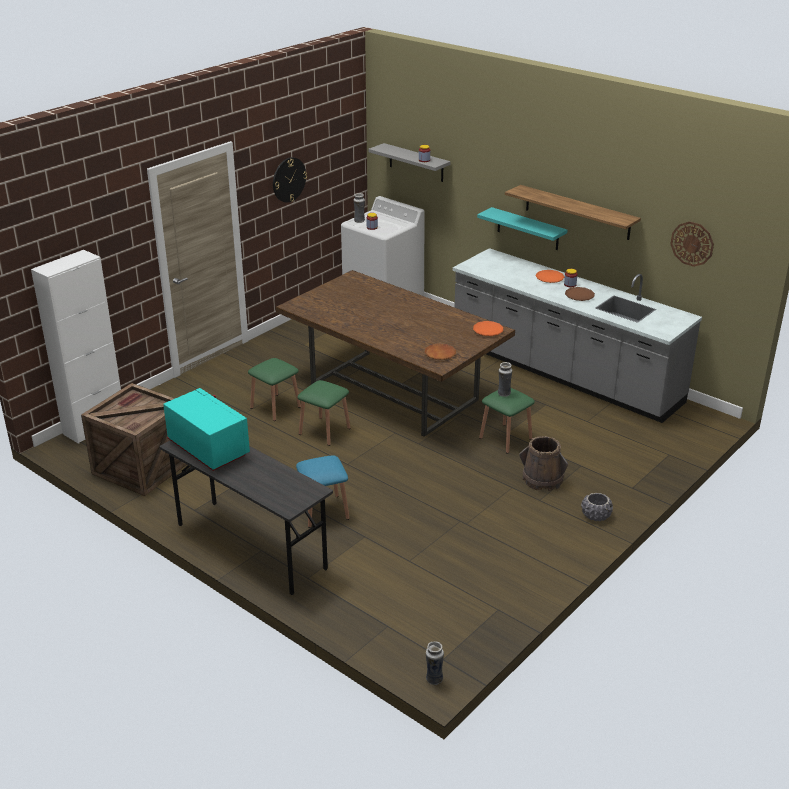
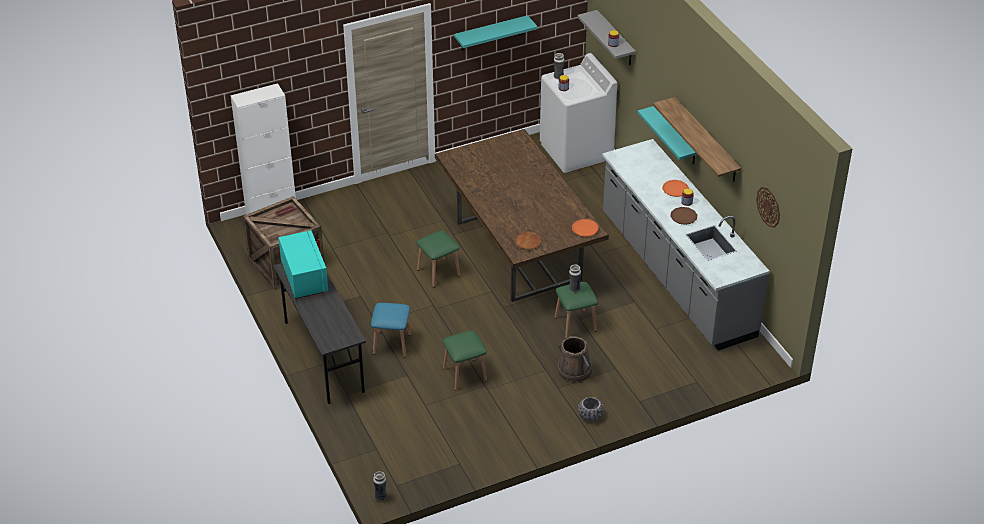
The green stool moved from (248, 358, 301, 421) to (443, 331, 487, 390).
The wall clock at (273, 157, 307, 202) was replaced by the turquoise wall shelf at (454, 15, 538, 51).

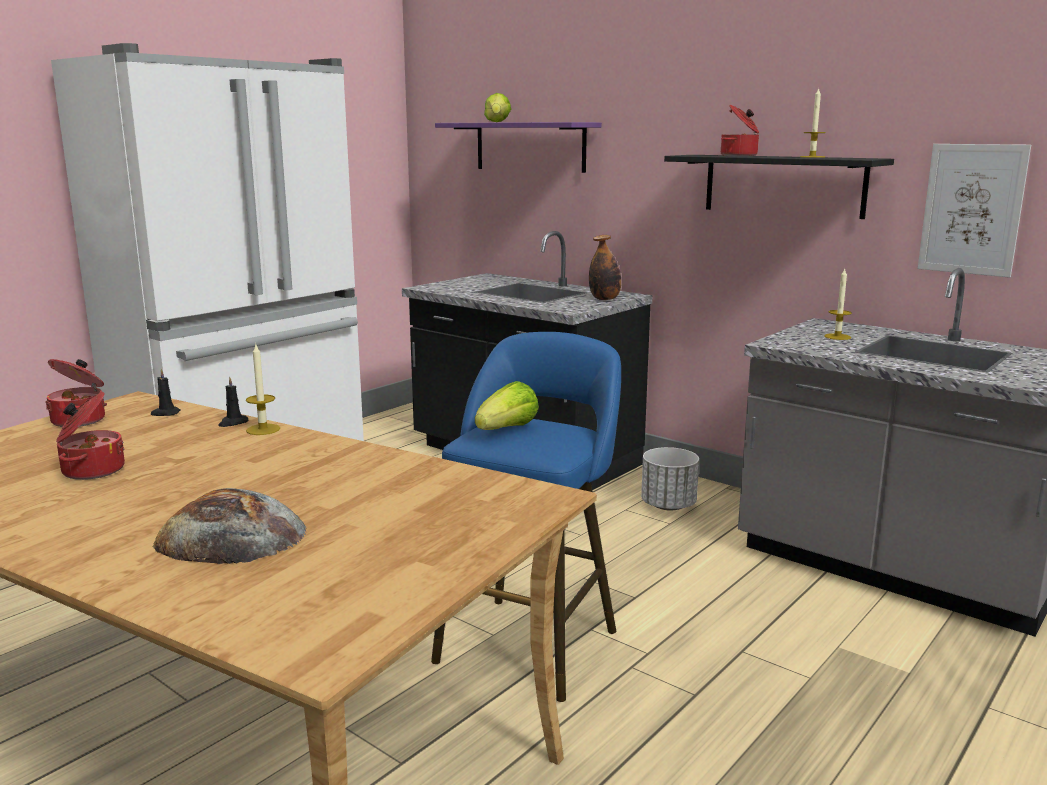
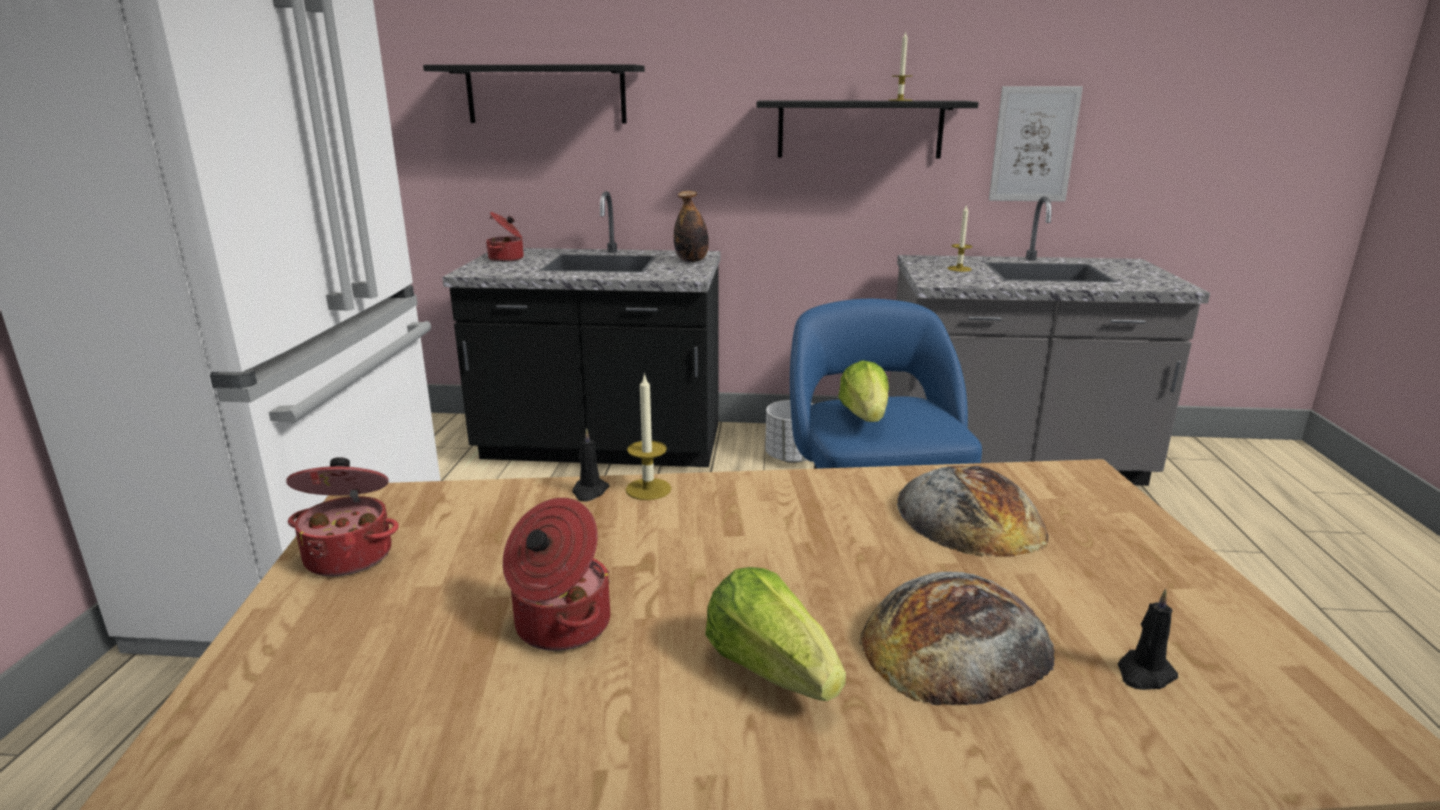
The purple wall shelf at (435, 122, 602, 173) became the black wall shelf at (423, 64, 645, 124).
The stockpot moved from (721, 105, 759, 156) to (486, 212, 524, 262).
The lettuce head moved from (484, 93, 511, 122) to (705, 567, 846, 701).
The baked bread at (897, 466, 1049, 557) appeared.
The black candle moved from (151, 369, 181, 416) to (1118, 589, 1178, 690).

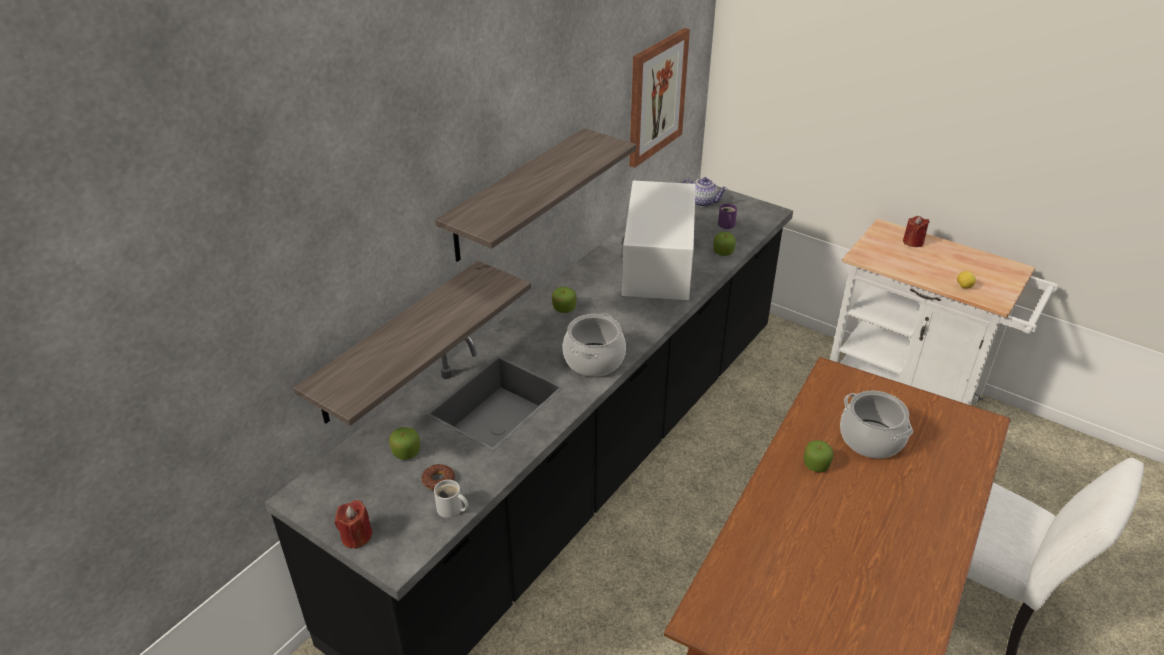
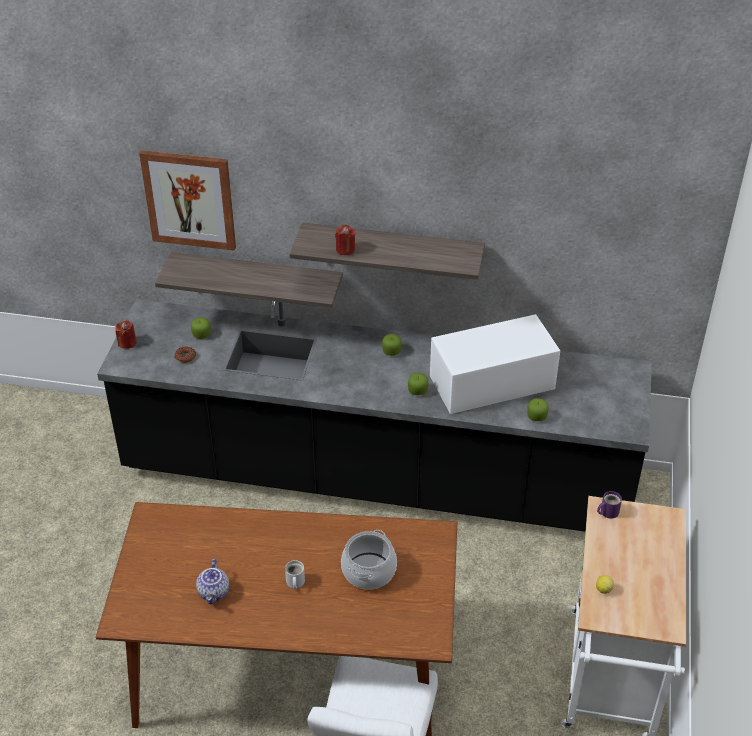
The wall picture moved from (629, 28, 690, 168) to (140, 150, 236, 251).
The pot for tea moved from (682, 177, 728, 207) to (196, 559, 229, 604).
The white-coloured tea mug moved from (434, 480, 468, 518) to (285, 560, 305, 590).
The red-coloured candle moved from (903, 216, 930, 247) to (335, 224, 355, 255).
The apple fruit moved from (804, 440, 833, 472) to (408, 373, 429, 395).
The purple tea mug moved from (718, 204, 737, 229) to (597, 491, 622, 519).
The stockpot at (562, 313, 626, 377) disappeared.

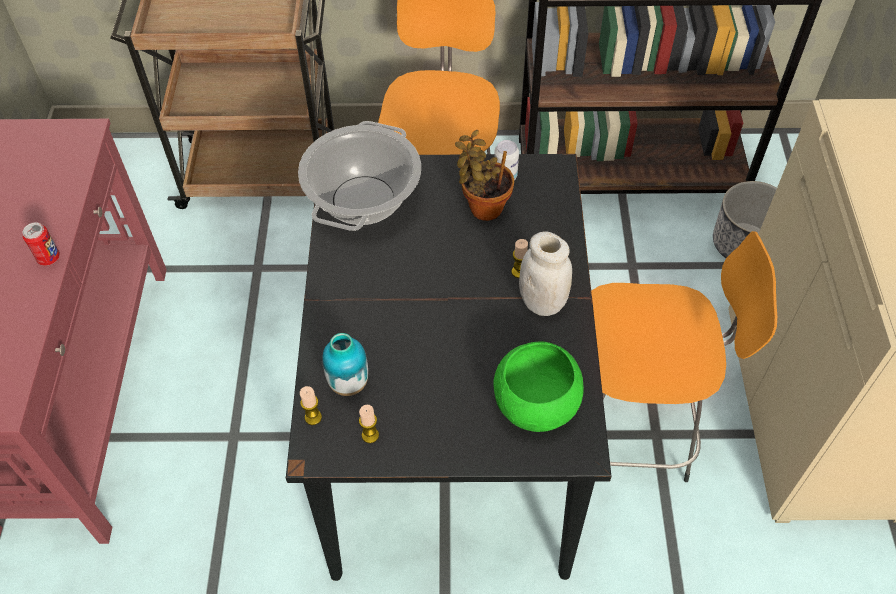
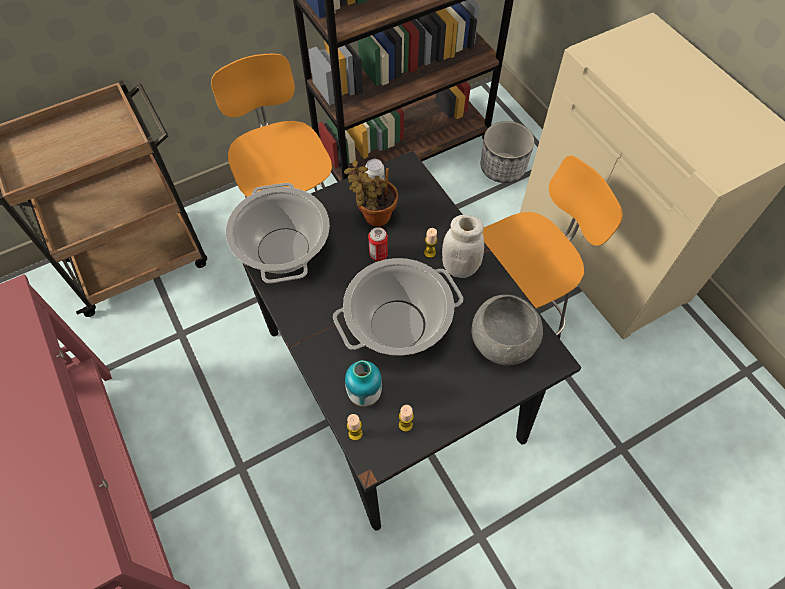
The stockpot at (333, 258, 463, 356) appeared.
The sealed can moved from (22, 222, 60, 266) to (368, 227, 388, 261).
The green deep dish at (494, 342, 584, 432) became the gray deep dish at (471, 295, 543, 365).

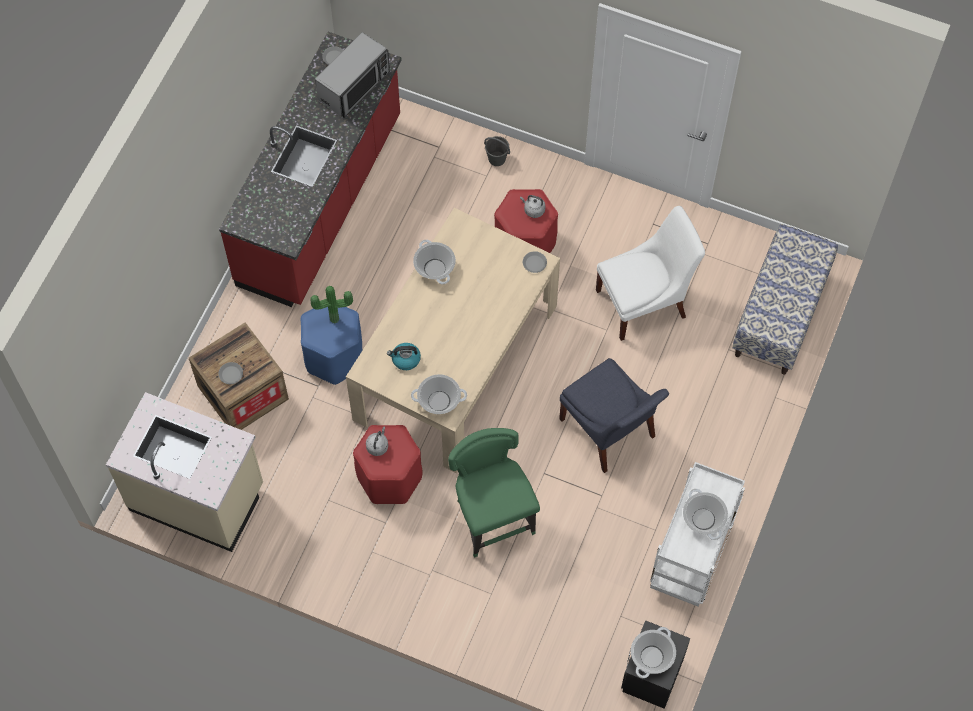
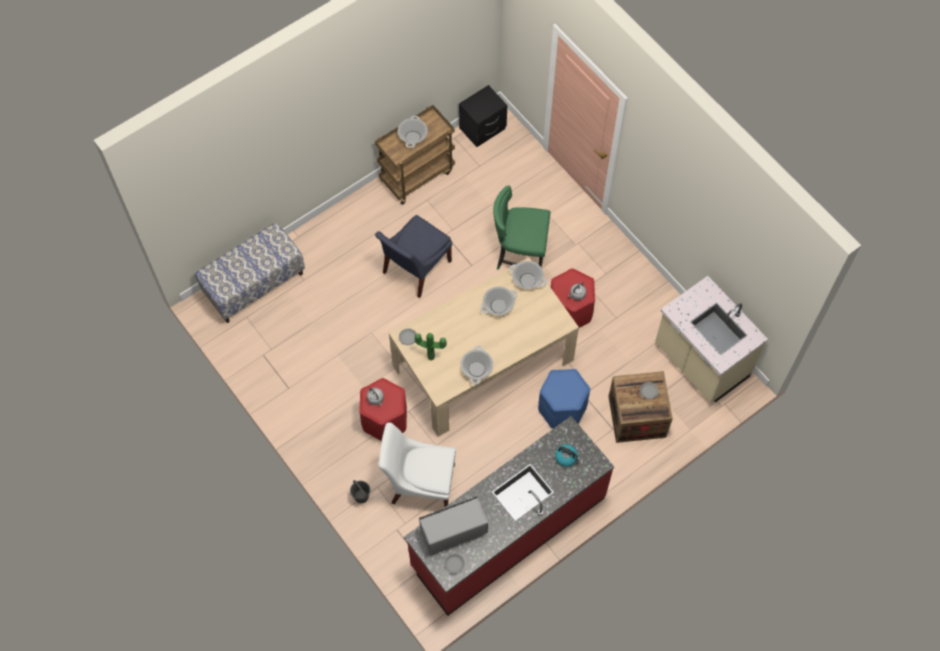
The white-coloured trolley at (650, 462, 745, 607) became the brown-coloured trolley at (375, 105, 455, 205).
The blue chair at (559, 358, 669, 473) turned 135 degrees counterclockwise.
The white-coloured chair moved from (596, 206, 705, 341) to (379, 423, 456, 507).
The potted plant moved from (310, 286, 353, 323) to (415, 333, 447, 361).
The stockpot moved from (631, 627, 676, 678) to (480, 286, 517, 315).
The green chair at (448, 428, 540, 558) turned 90 degrees clockwise.
The water kettle moved from (387, 343, 421, 370) to (555, 444, 581, 467).

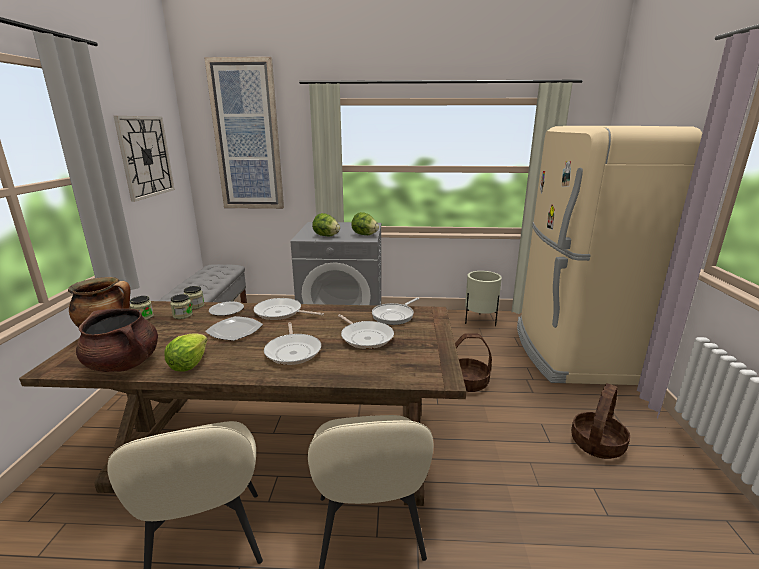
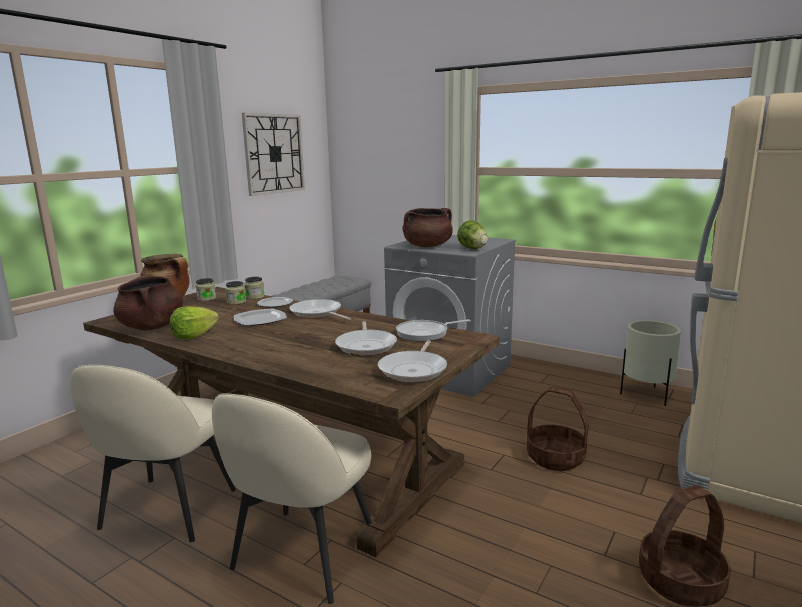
The pan moved from (264, 322, 321, 365) to (378, 340, 447, 382).
The lettuce head at (312, 213, 340, 236) was replaced by the brown-coloured stockpot at (403, 208, 453, 247).
The wall picture at (204, 57, 284, 209) disappeared.

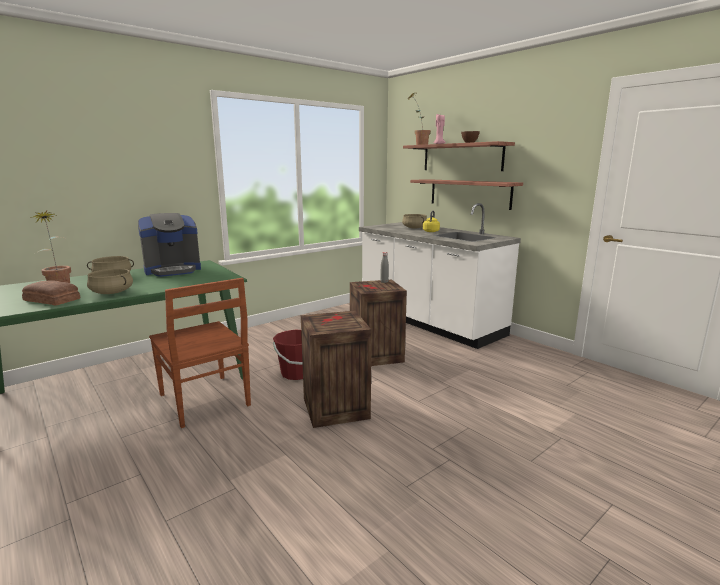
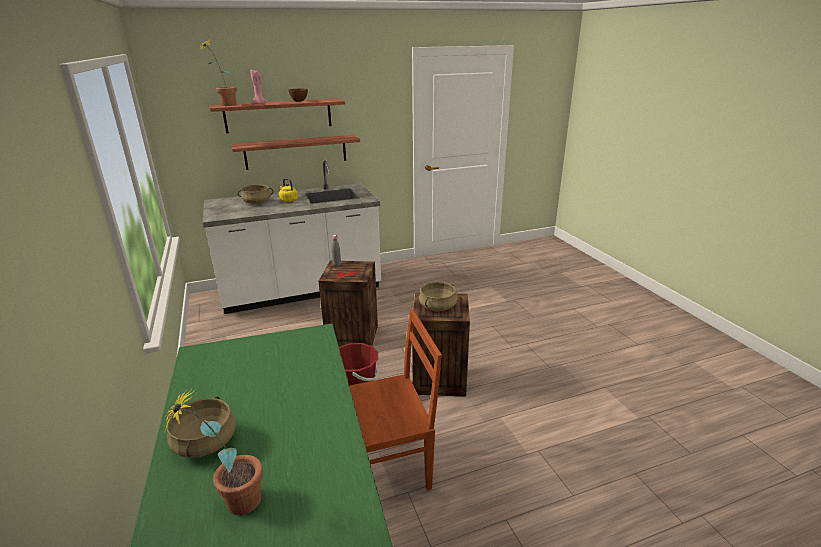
The beige stockpot moved from (87, 269, 133, 294) to (419, 282, 458, 311).
The baked bread at (22, 280, 80, 305) disappeared.
The coffee brewer at (138, 213, 201, 277) disappeared.

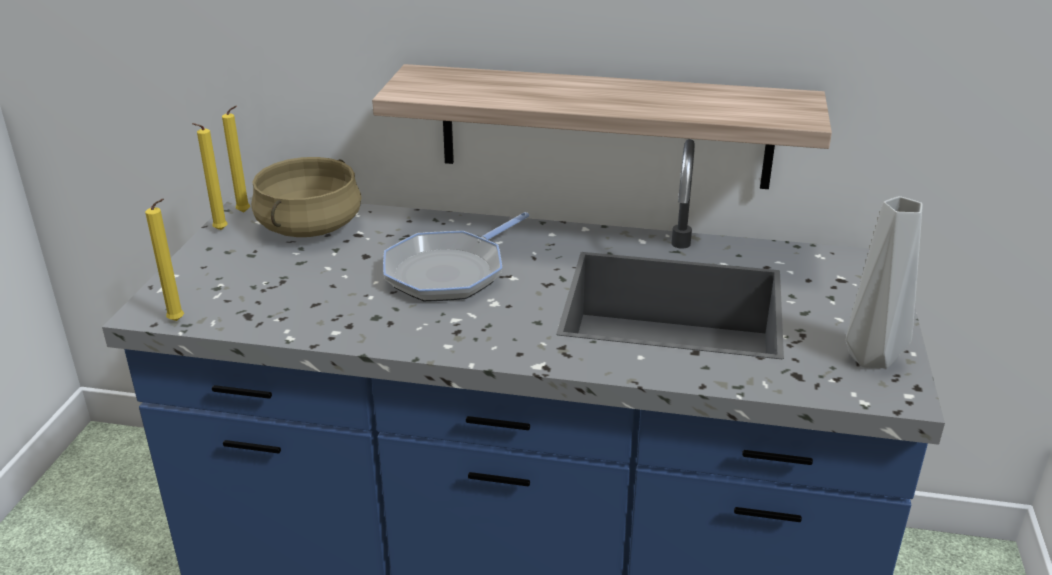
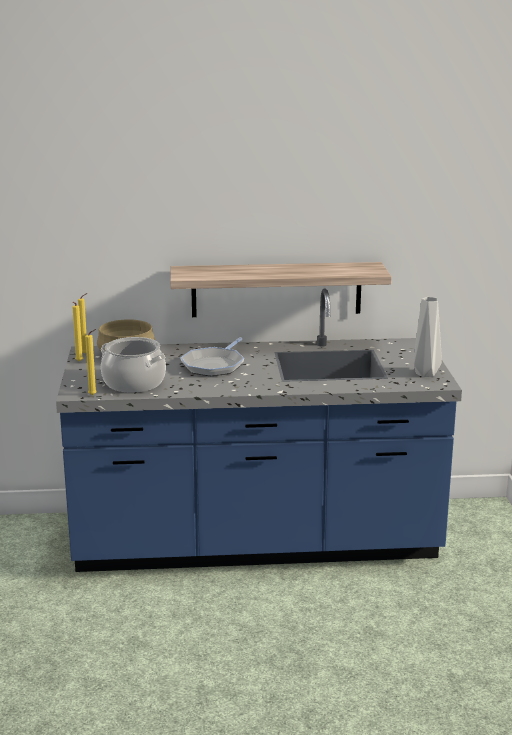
The stockpot at (101, 337, 166, 392) appeared.

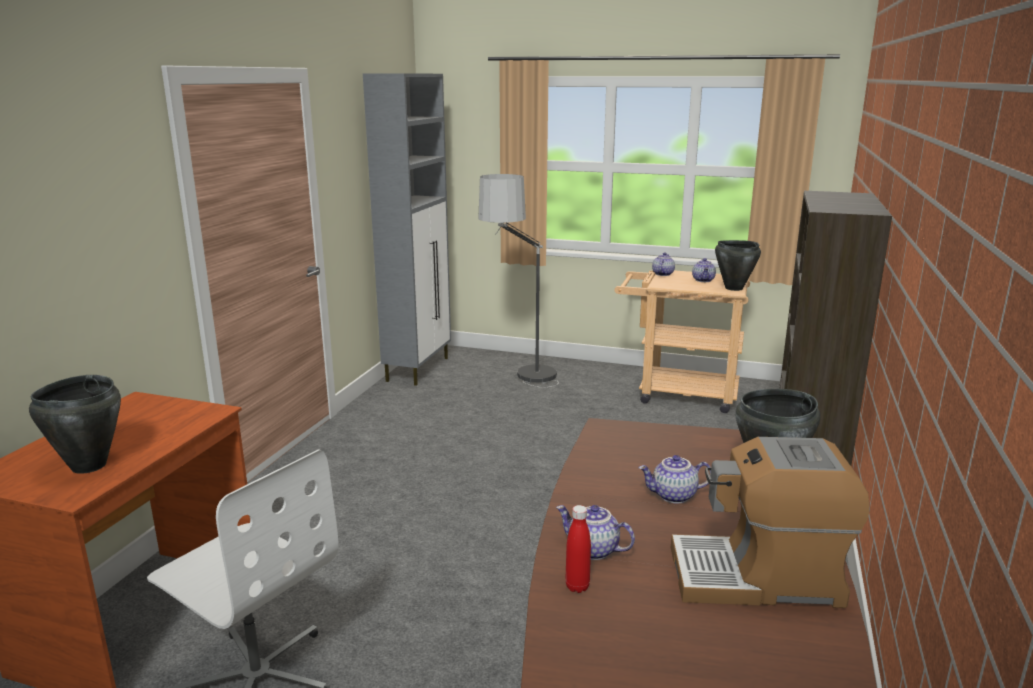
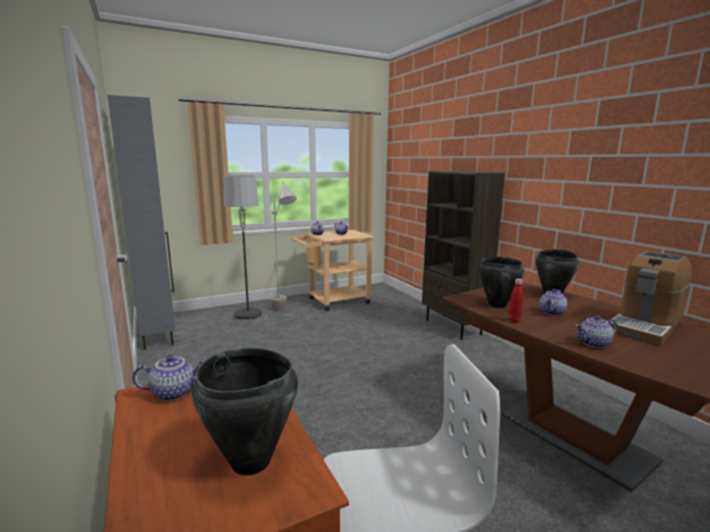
The pot for tea at (132, 355, 205, 401) appeared.
The gray floor lamp at (270, 182, 297, 311) appeared.
The black stockpot moved from (715, 240, 761, 291) to (479, 257, 524, 308).
The red-coloured drink bottle moved from (565, 505, 591, 593) to (509, 279, 523, 323).

